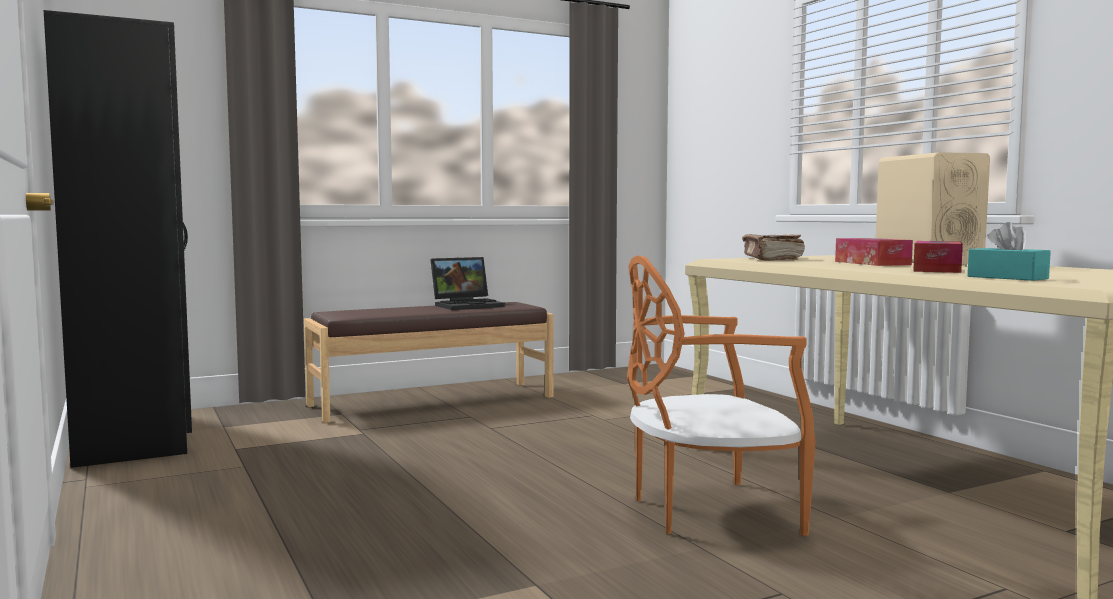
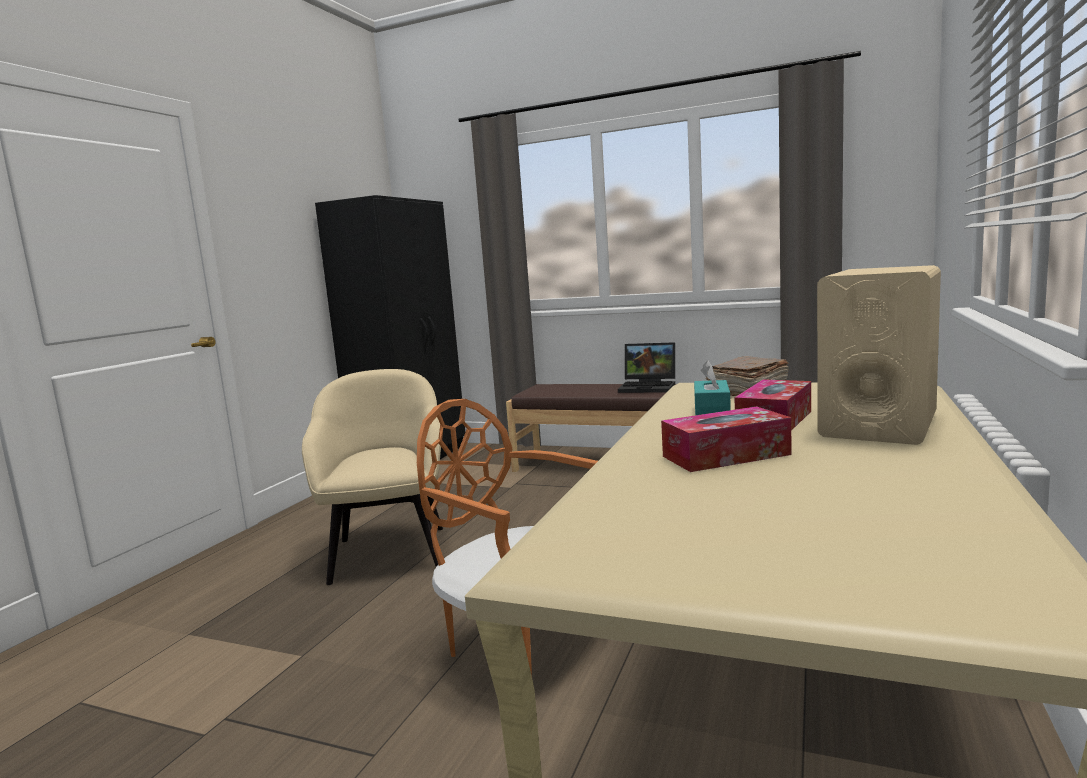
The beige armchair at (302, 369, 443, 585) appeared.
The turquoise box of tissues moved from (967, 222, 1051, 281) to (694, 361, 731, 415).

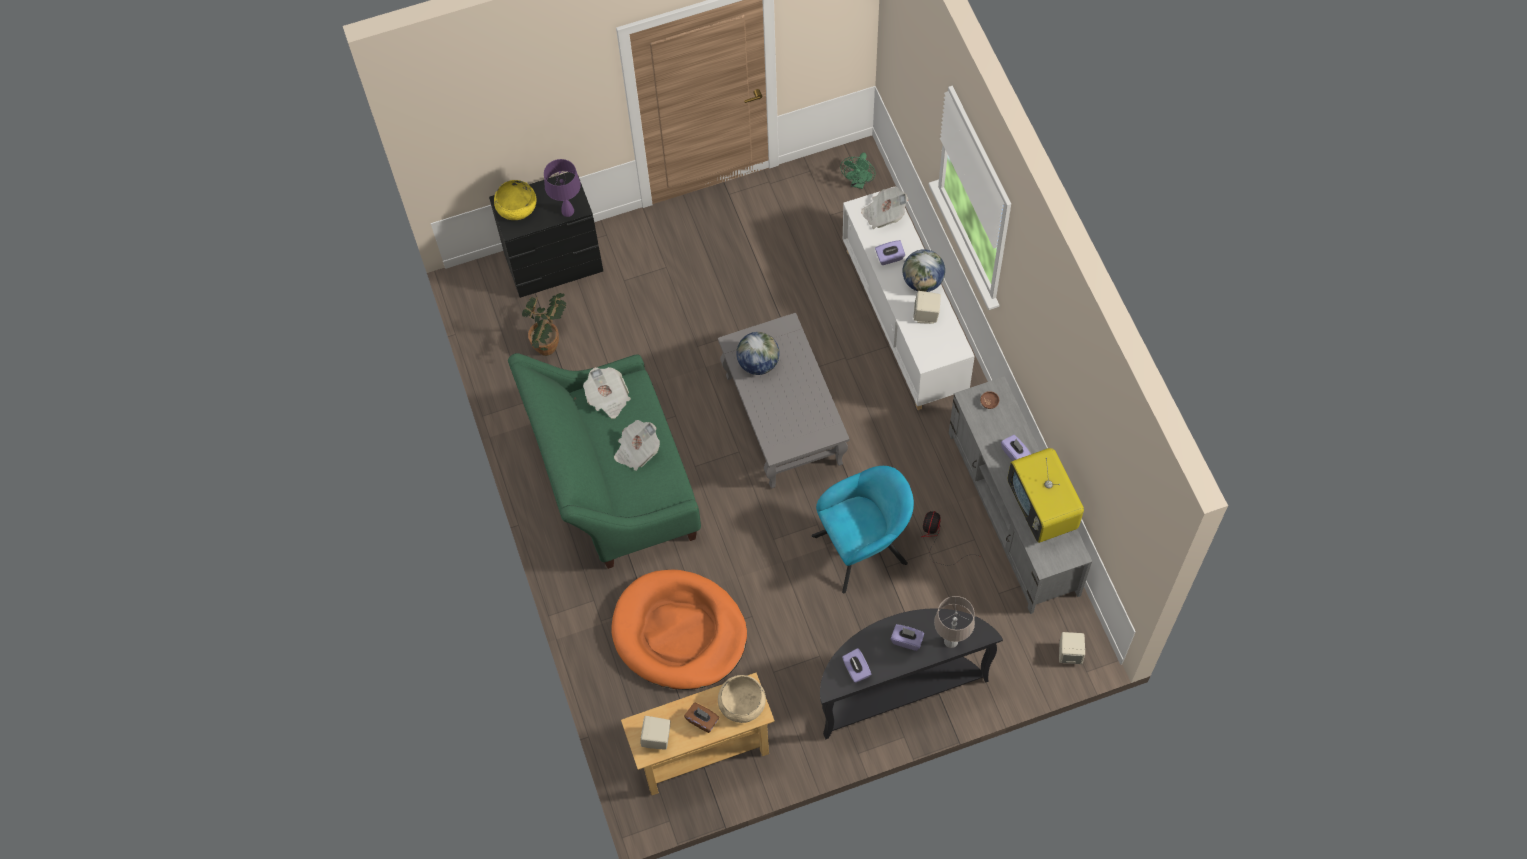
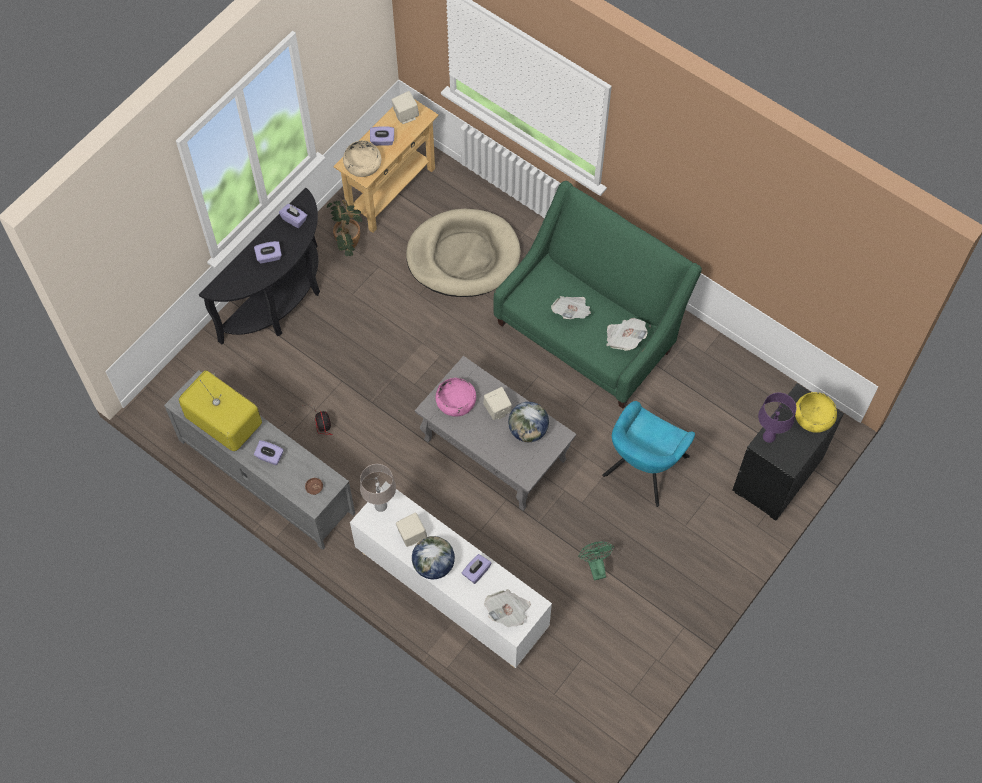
The potted plant moved from (522, 293, 566, 356) to (327, 199, 362, 257).
The beige lamp for a table moved from (934, 596, 975, 648) to (360, 464, 396, 512).
The brown-coloured box of tissues at (684, 703, 719, 733) became the purple box of tissues at (370, 126, 394, 146).
The orange-coloured dog bed at (612, 569, 747, 690) became the beige dog bed at (406, 209, 521, 297).
The pink deep dish at (436, 378, 476, 417) appeared.
The beige loudspeaker moved from (1059, 632, 1085, 664) to (483, 387, 512, 420).
The green electric fan moved from (840, 153, 875, 189) to (578, 541, 614, 581).
The turquoise armchair moved from (812, 466, 914, 594) to (602, 401, 695, 507).

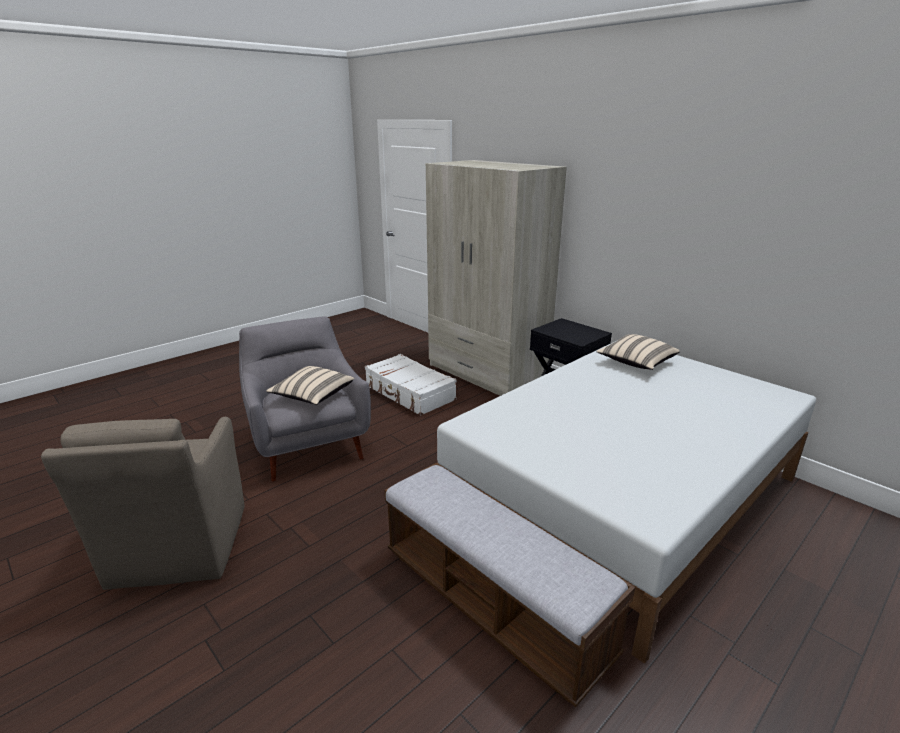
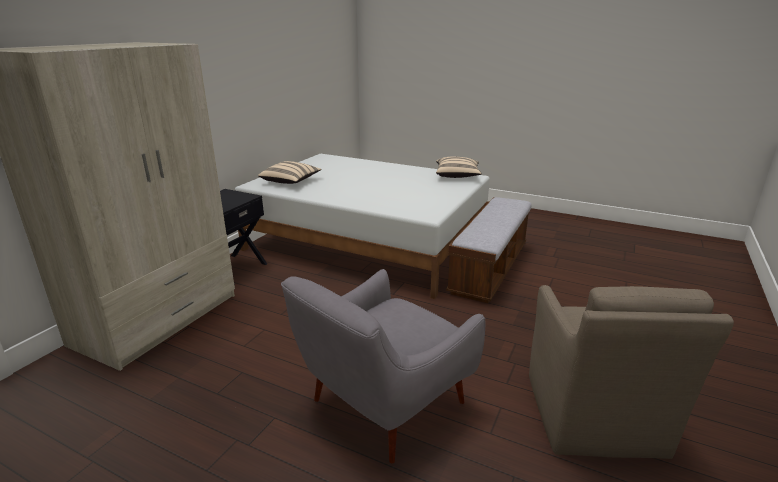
The beige pillow moved from (266, 366, 354, 405) to (436, 157, 482, 178).
The brown-coloured armchair at (41, 417, 245, 590) turned 120 degrees clockwise.
The white-coloured piece of luggage at (365, 354, 457, 416) disappeared.

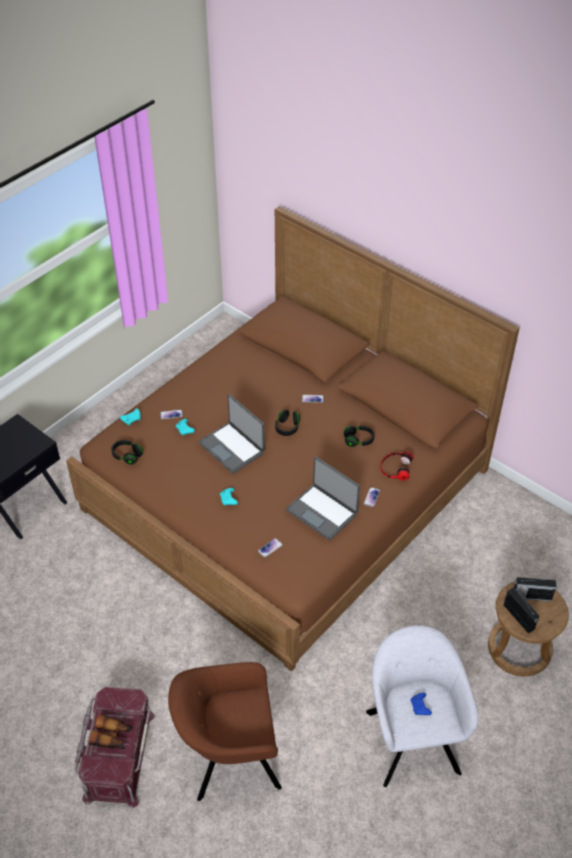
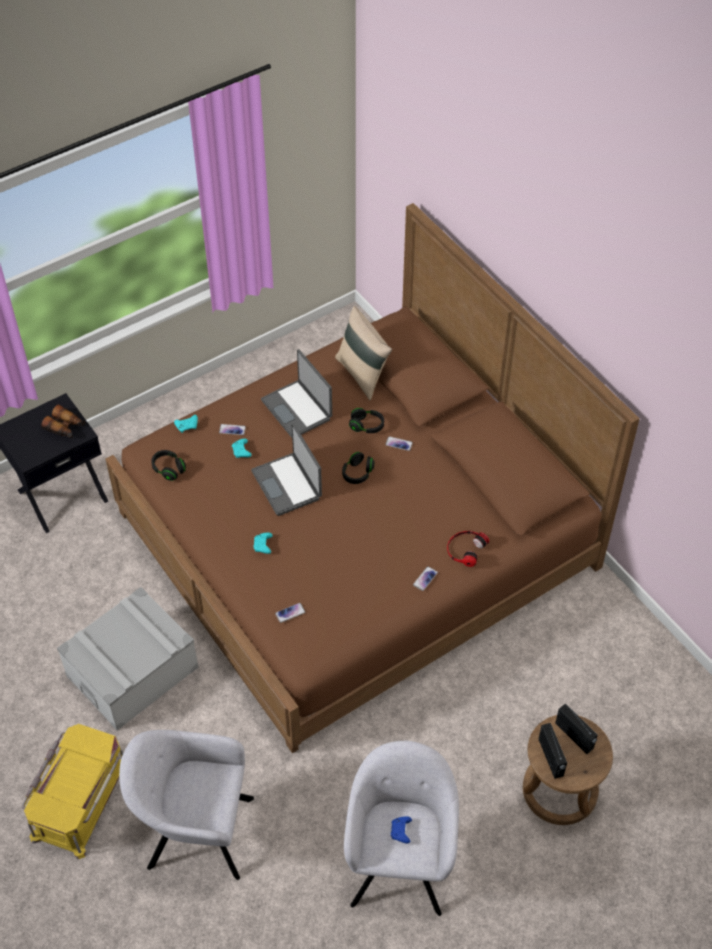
The red-coloured storage bin at (74, 687, 155, 809) became the yellow storage bin at (22, 724, 123, 860).
The pair of binoculars moved from (89, 714, 133, 749) to (41, 405, 85, 438).
The gray storage bin at (57, 587, 199, 730) appeared.
The brown-coloured armchair at (168, 662, 282, 801) became the gray armchair at (119, 730, 254, 880).
The notebook computer moved from (286, 456, 360, 540) to (261, 349, 332, 438).
The beige pillow at (335, 306, 392, 400) appeared.
The black pair of headphones moved from (343, 426, 375, 447) to (349, 408, 384, 433).
The radio at (514, 577, 556, 602) turned 150 degrees counterclockwise.

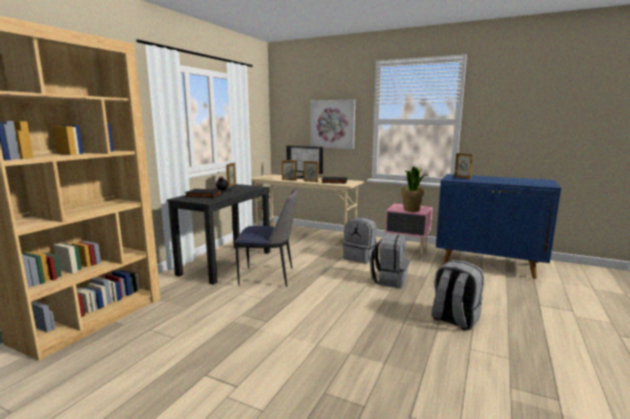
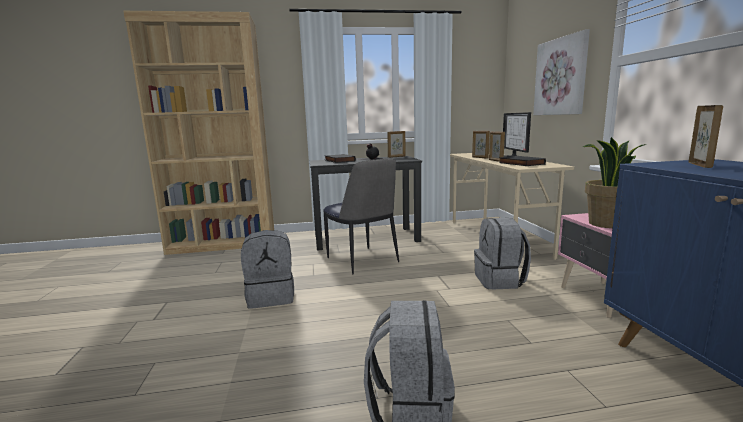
The gray rucksack moved from (370, 233, 409, 288) to (241, 230, 294, 309).

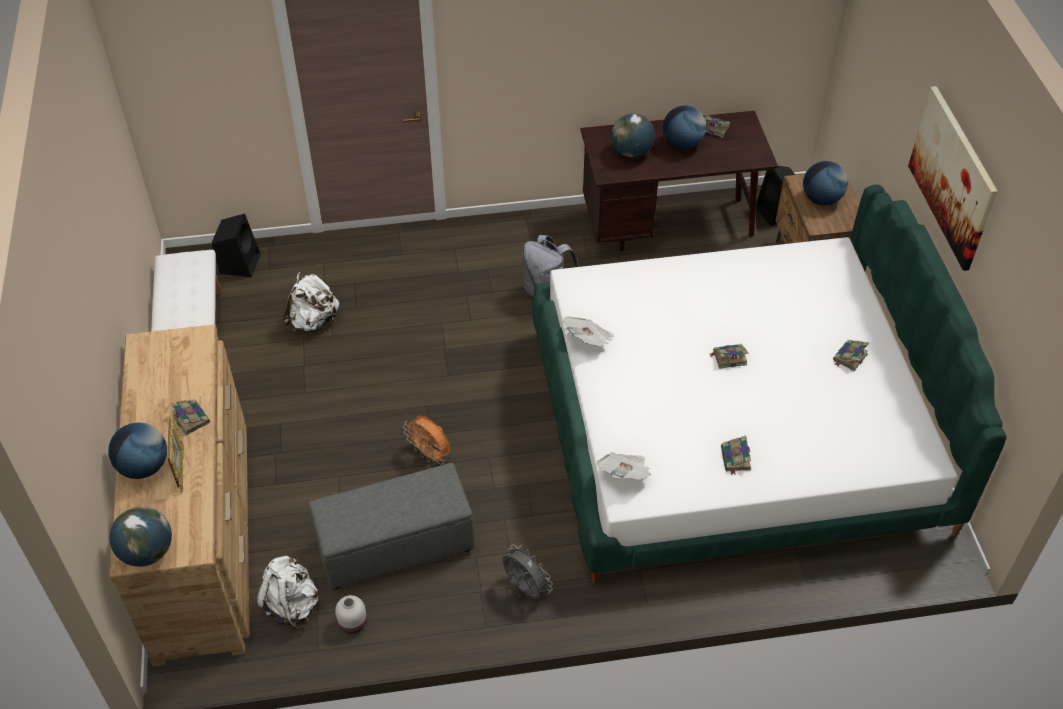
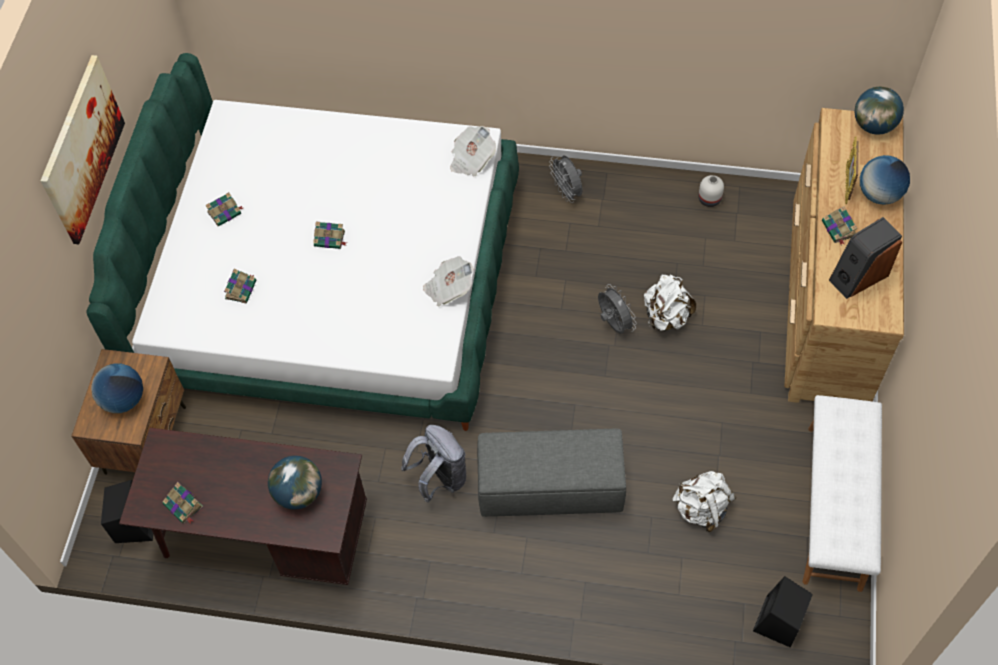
The bound book moved from (721, 435, 751, 475) to (224, 268, 256, 303).
The gray footrest moved from (309, 463, 475, 590) to (477, 429, 626, 517).
The orange-coloured electric fan at (403, 416, 450, 465) became the gray electric fan at (598, 284, 637, 334).
The white-coloured rucksack moved from (256, 556, 318, 629) to (644, 275, 696, 331).
The loudspeaker at (829, 217, 902, 299) appeared.
The desk globe at (663, 106, 706, 149) disappeared.

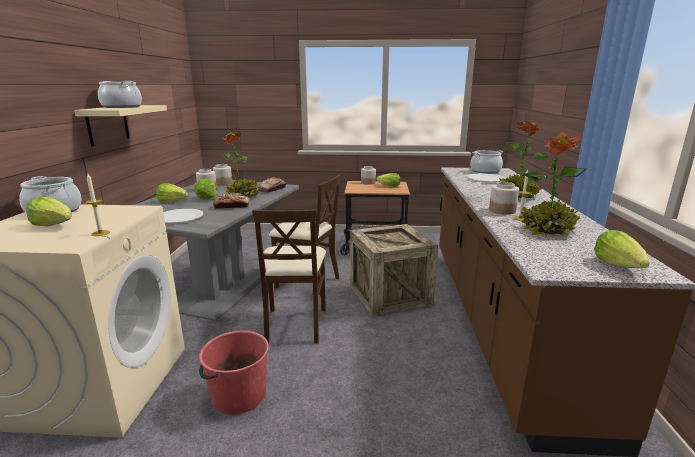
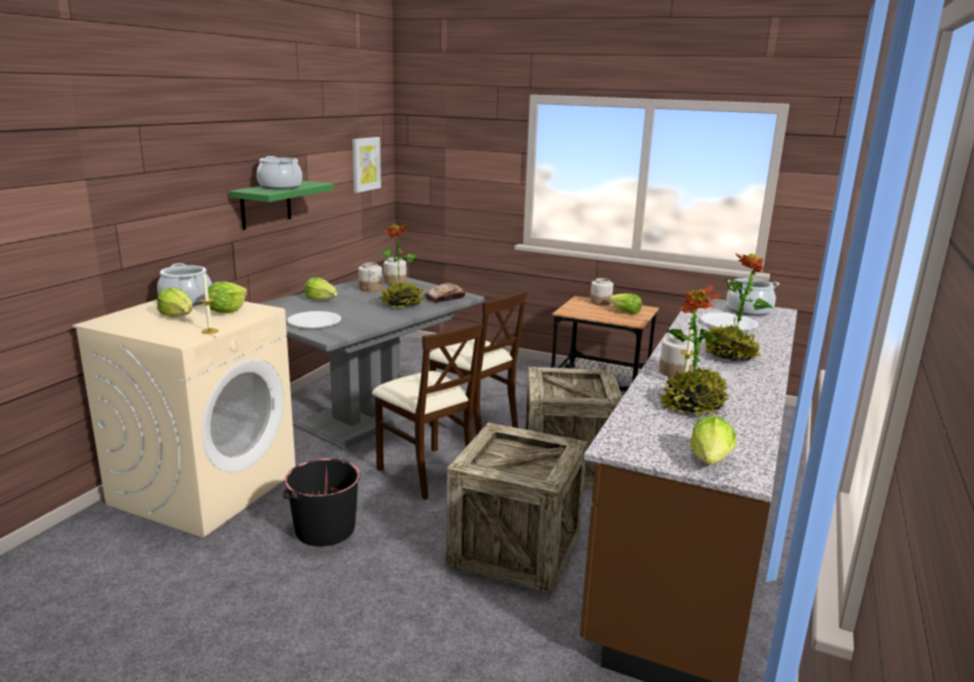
The lettuce head moved from (194, 179, 217, 199) to (208, 281, 247, 313).
The beige wall shelf at (74, 105, 167, 146) became the green wall shelf at (229, 181, 334, 230).
The red-coloured bucket at (199, 331, 269, 415) became the black bucket at (282, 458, 360, 546).
The wall picture at (352, 137, 381, 193) appeared.
The beige chair at (252, 209, 326, 344) turned 60 degrees counterclockwise.
The shipping crate at (446, 422, 587, 594) appeared.
The baked bread at (213, 193, 250, 209) disappeared.

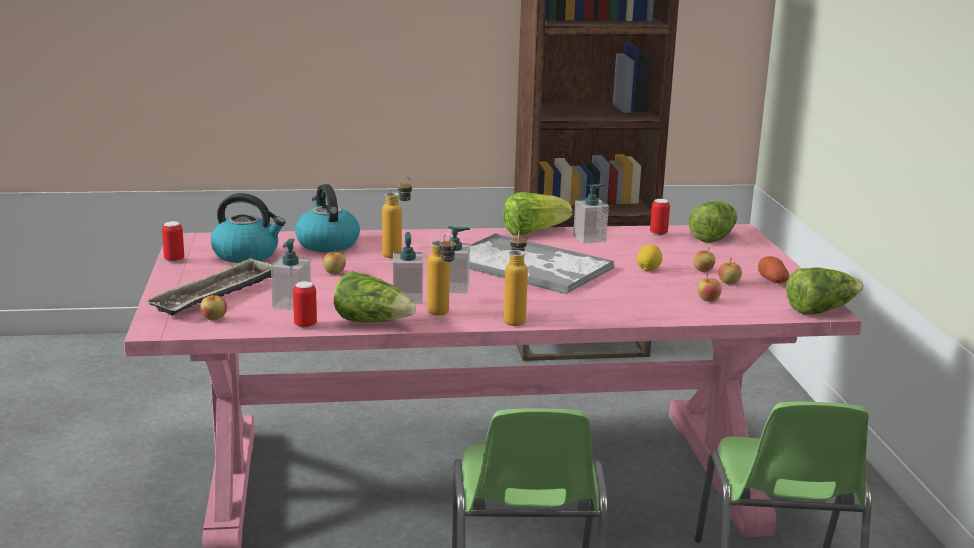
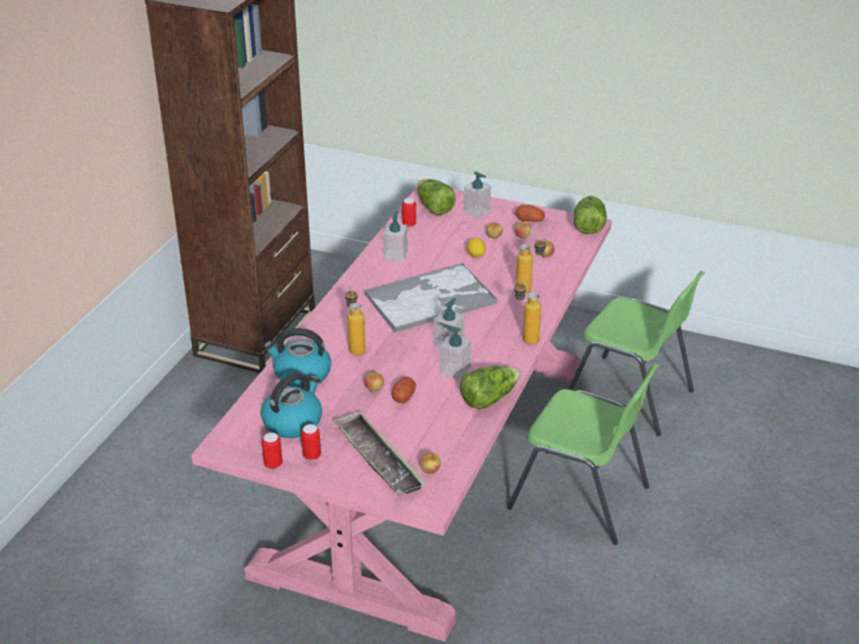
The sealed can moved from (293, 281, 317, 328) to (301, 424, 321, 460).
The spud at (392, 377, 416, 403) appeared.
The soap dispenser moved from (271, 238, 311, 310) to (464, 172, 491, 218).
The drink bottle moved from (427, 233, 456, 316) to (516, 237, 547, 294).
The lettuce head at (503, 192, 572, 235) disappeared.

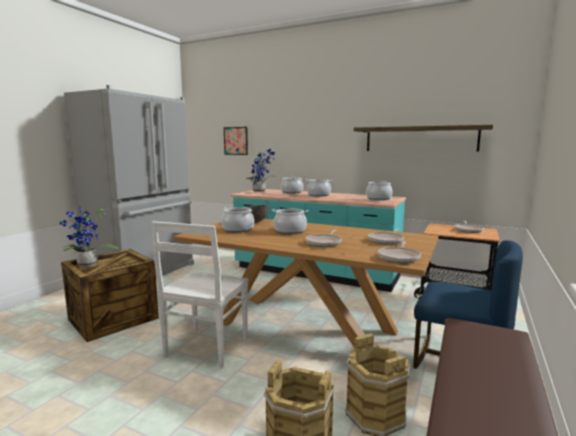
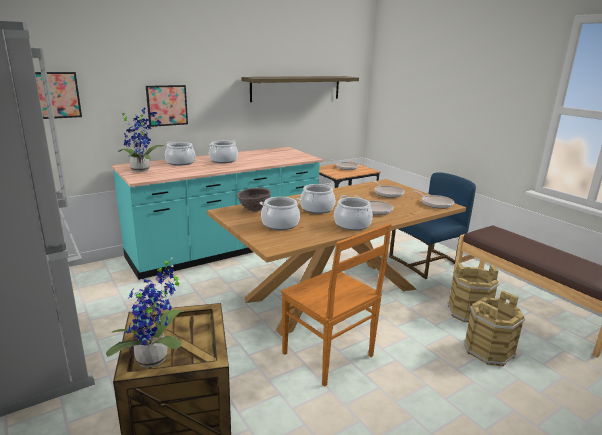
The wall picture at (146, 85, 188, 127) appeared.
The white-coloured chair at (151, 221, 248, 368) became the brown-coloured chair at (281, 223, 392, 387).
The stockpot moved from (366, 181, 392, 200) to (334, 195, 373, 231).

